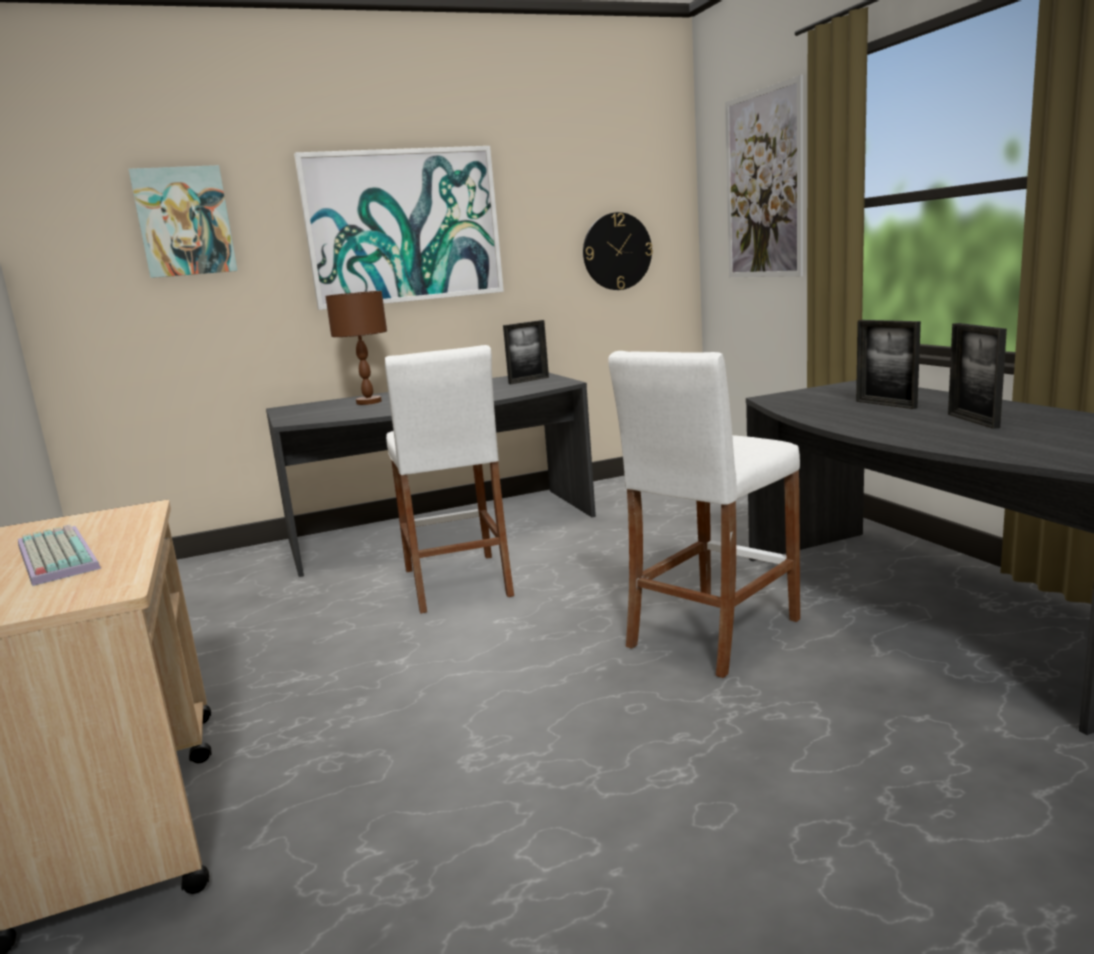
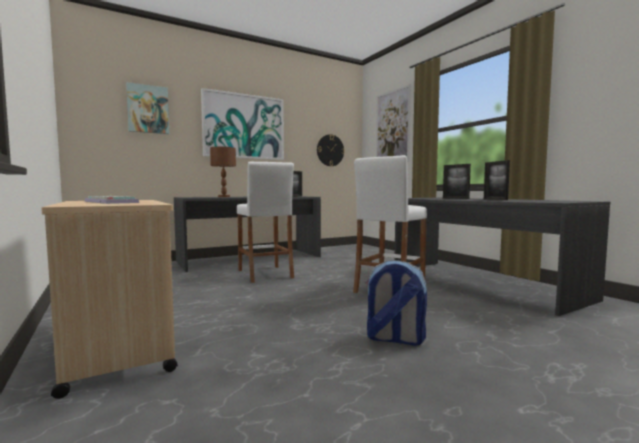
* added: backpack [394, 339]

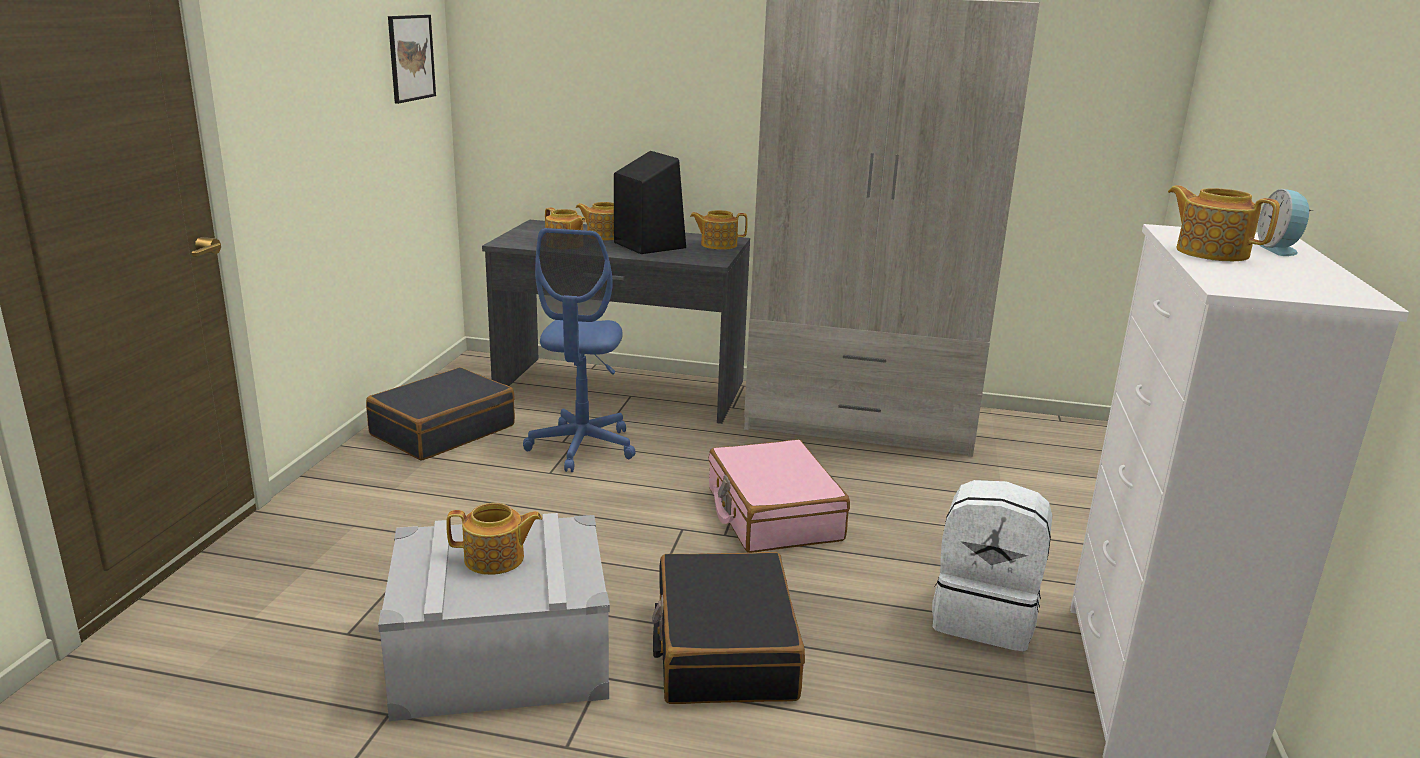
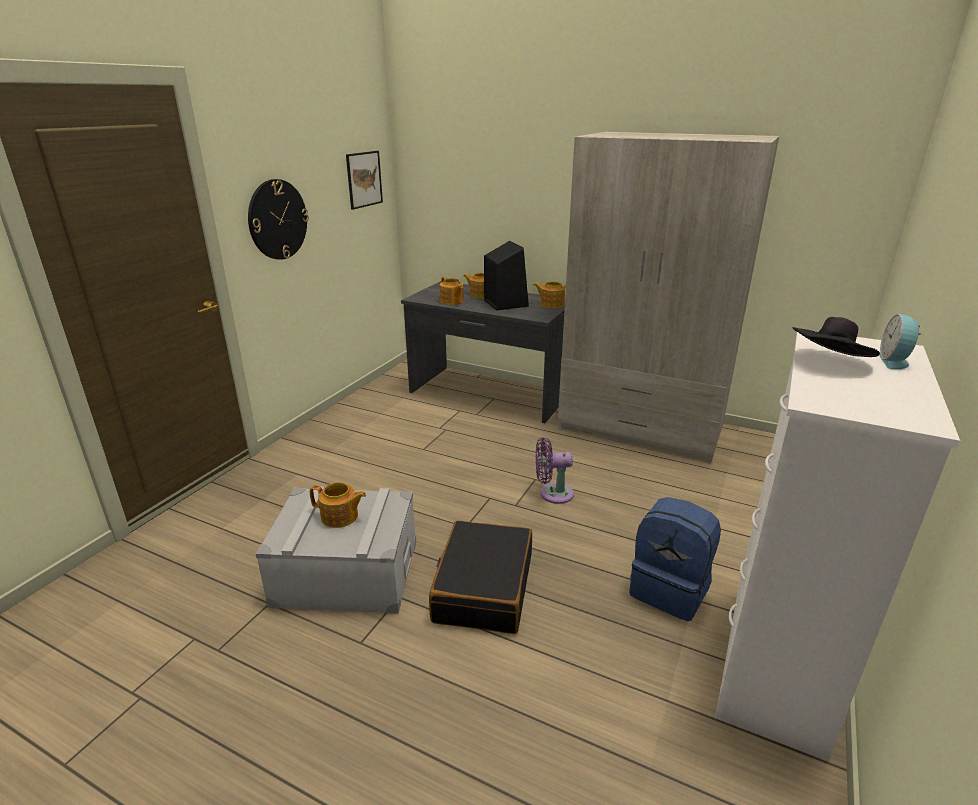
* added: wall clock [277, 220]
* replaced: suitcase (pink) [772, 514] to fan (purple) [552, 493]
* recoloured: backpack (white) [984, 617] to backpack (blue) [670, 590]
* replaced: teapot [1210, 252] to hat (black) [829, 362]
* removed: suitcase (black) [442, 430]
* removed: office chair (blue) [582, 447]

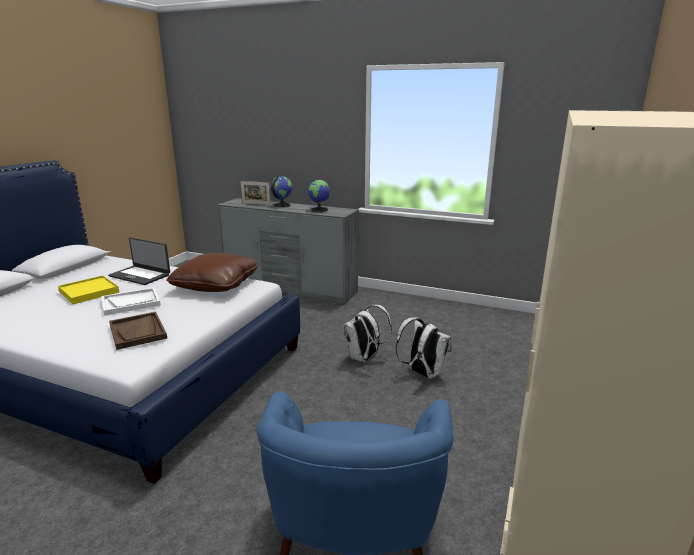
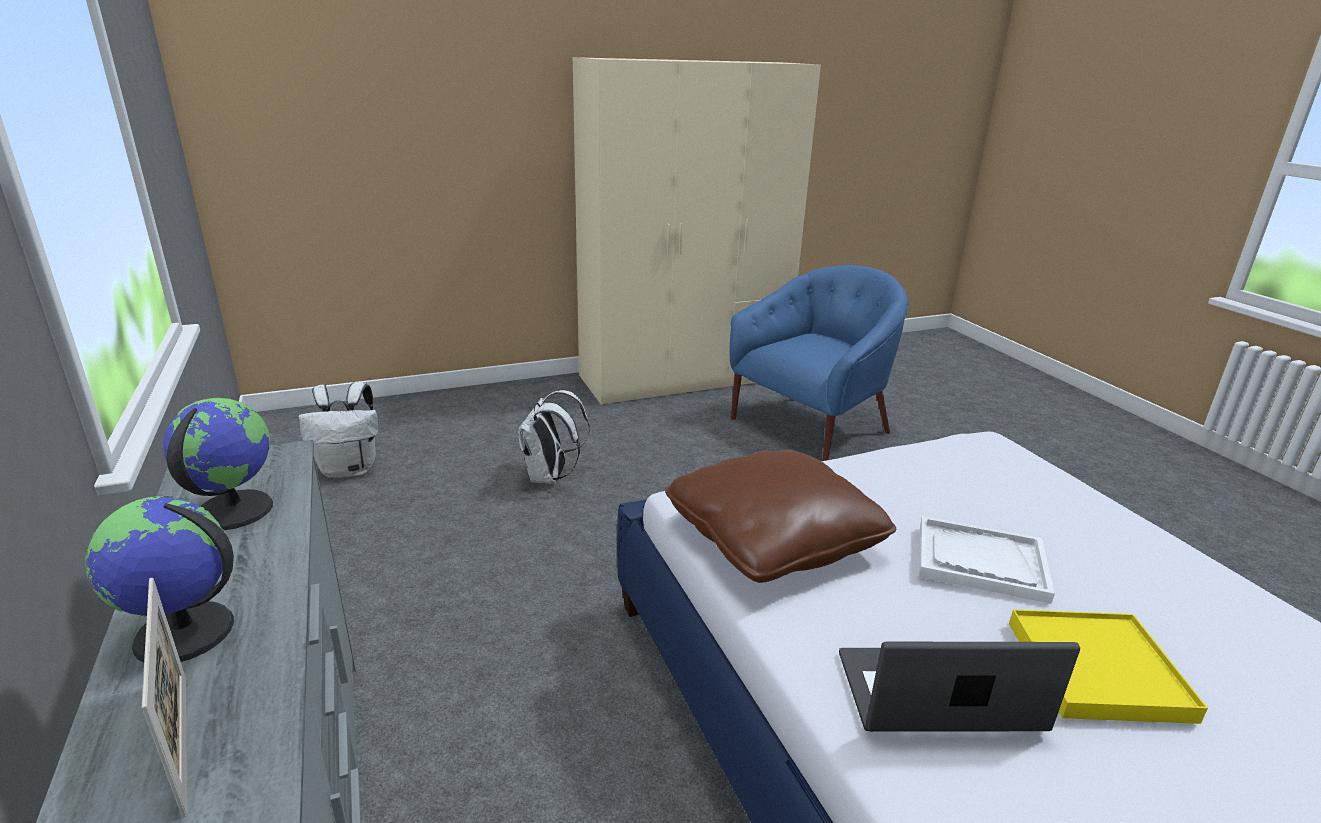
* moved: backpack (white) [364, 358] to [350, 469]
* turned: laptop [140, 275] = [938, 695] 75 degrees counterclockwise
* removed: tray (brown) [138, 332]

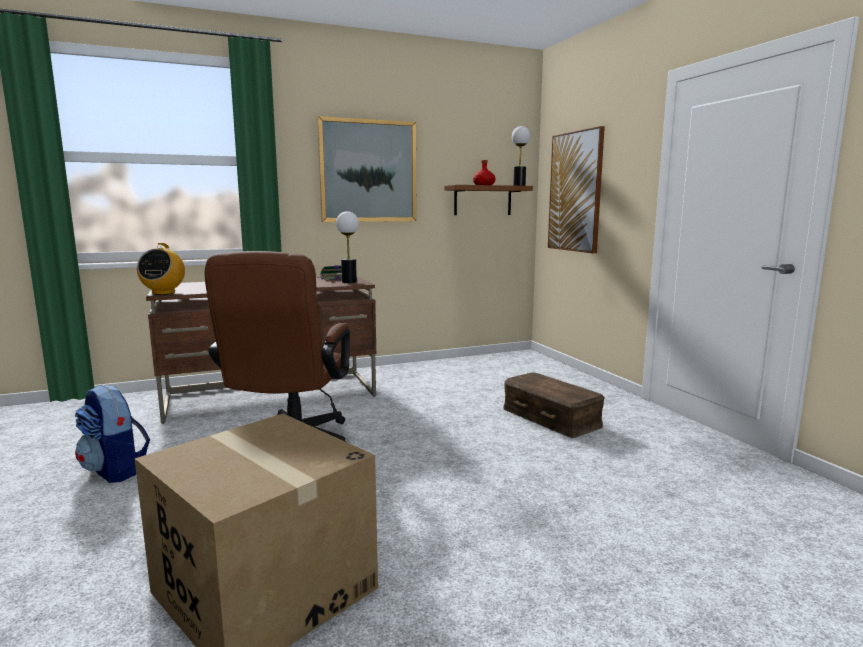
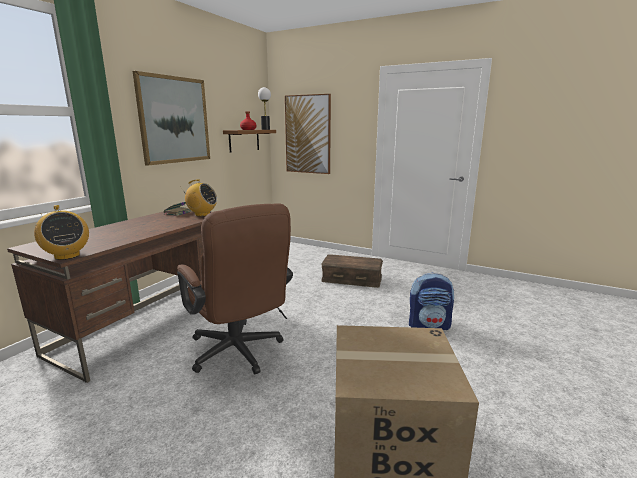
* replaced: table lamp [349, 282] to radio [202, 214]
* moved: backpack [115, 471] to [429, 325]

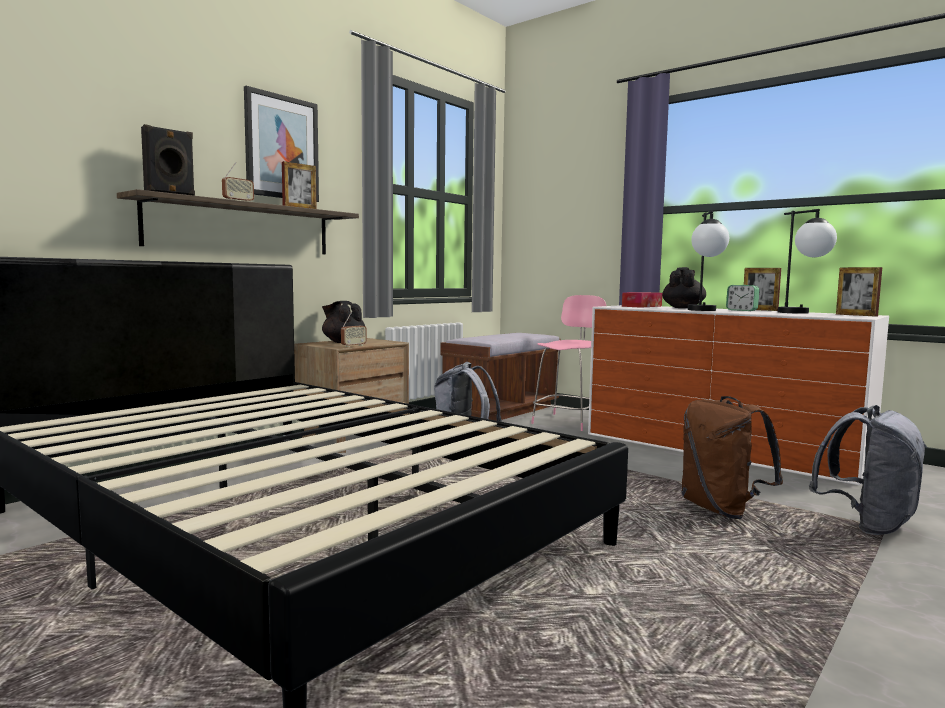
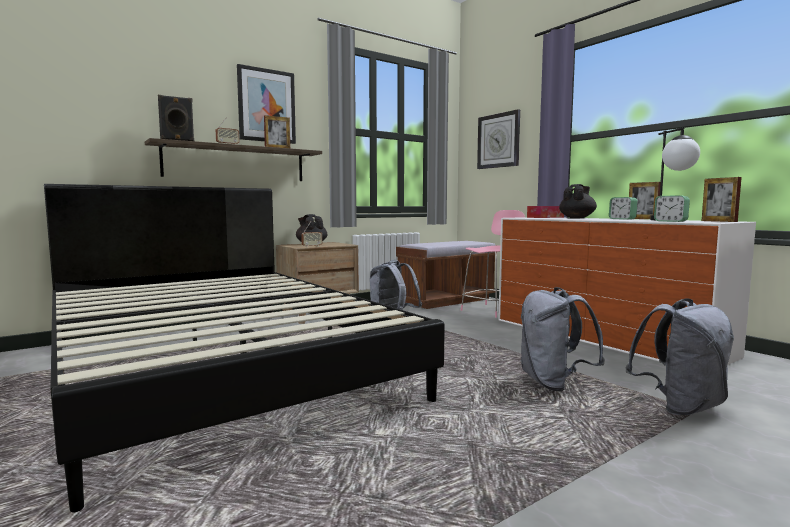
* added: wall clock [498, 140]
* recoloured: backpack (brown) [722, 510] to backpack (grey) [554, 383]
* added: alarm clock [670, 221]
* removed: table lamp [704, 310]

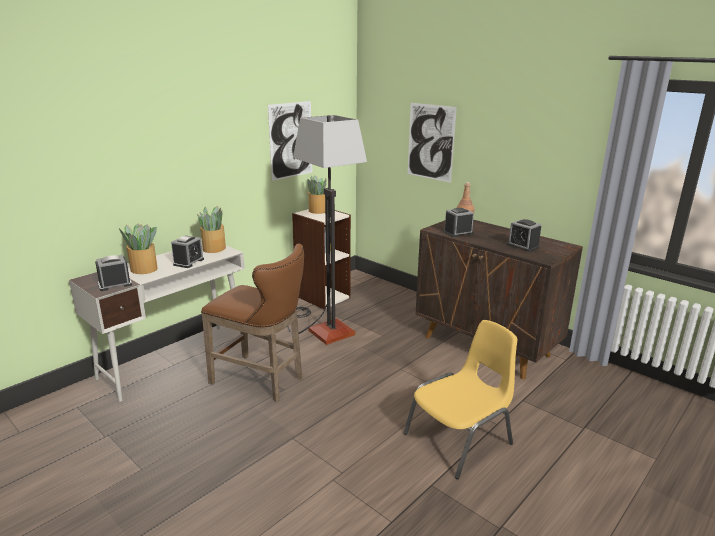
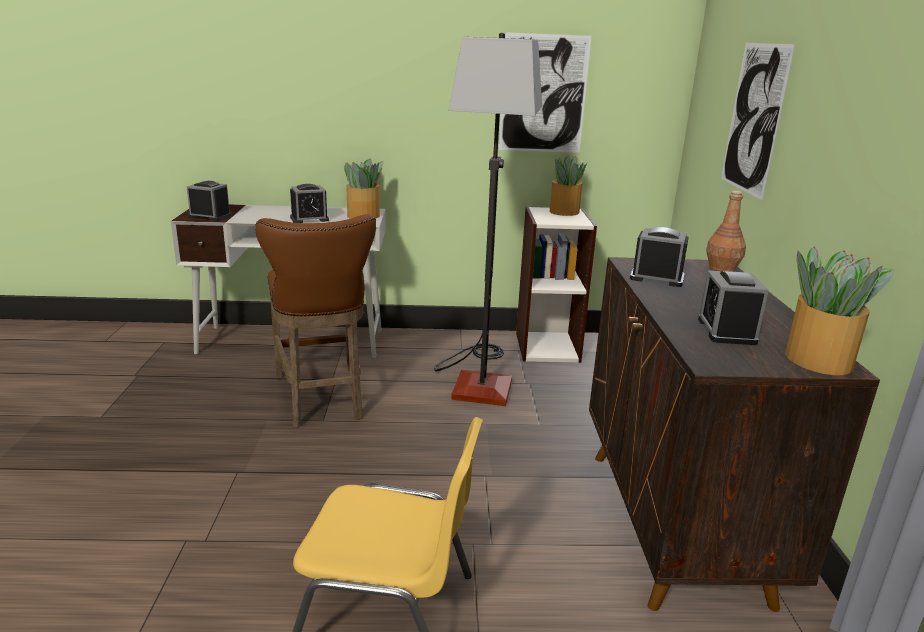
* moved: potted plant [143, 269] to [817, 359]

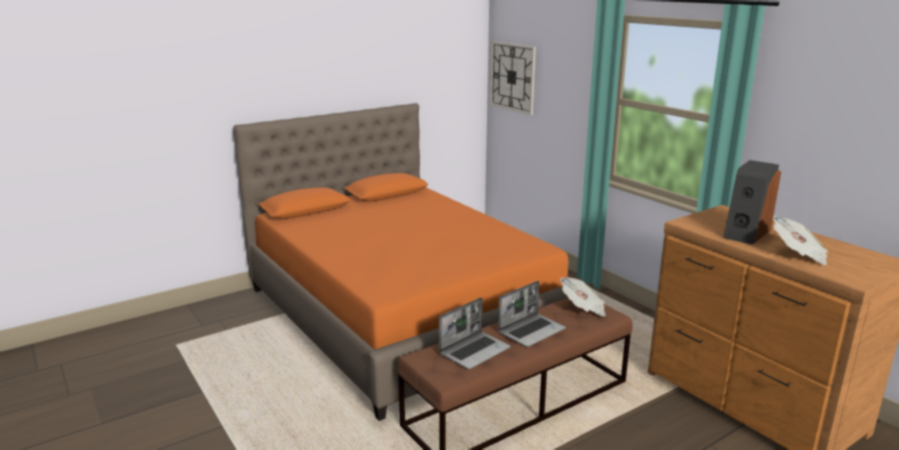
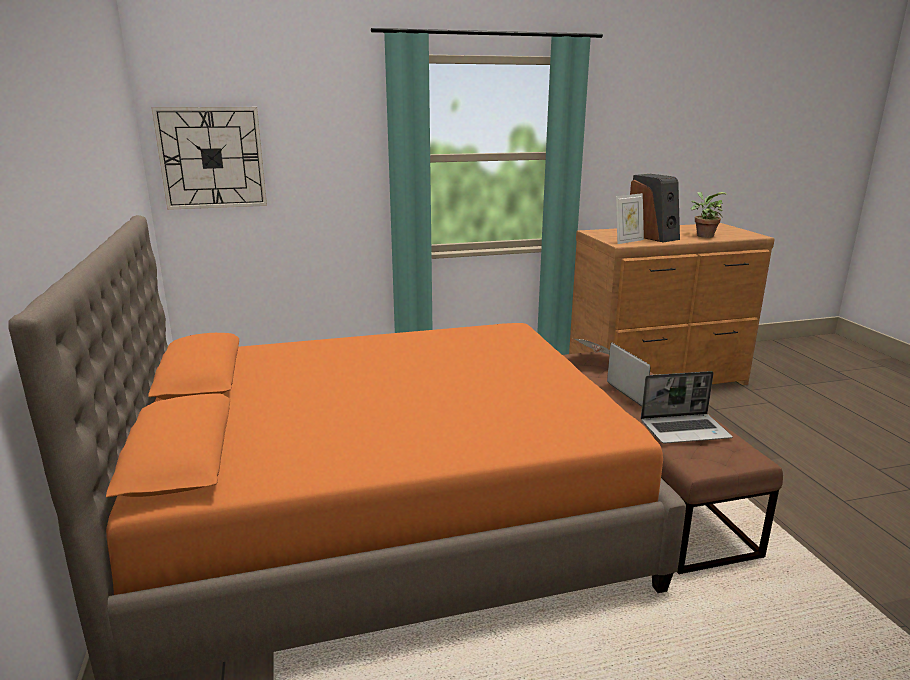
* added: picture frame [628, 241]
* turned: laptop [474, 351] = [685, 430] 105 degrees clockwise
* replaced: newspaper [798, 254] to potted plant [703, 235]

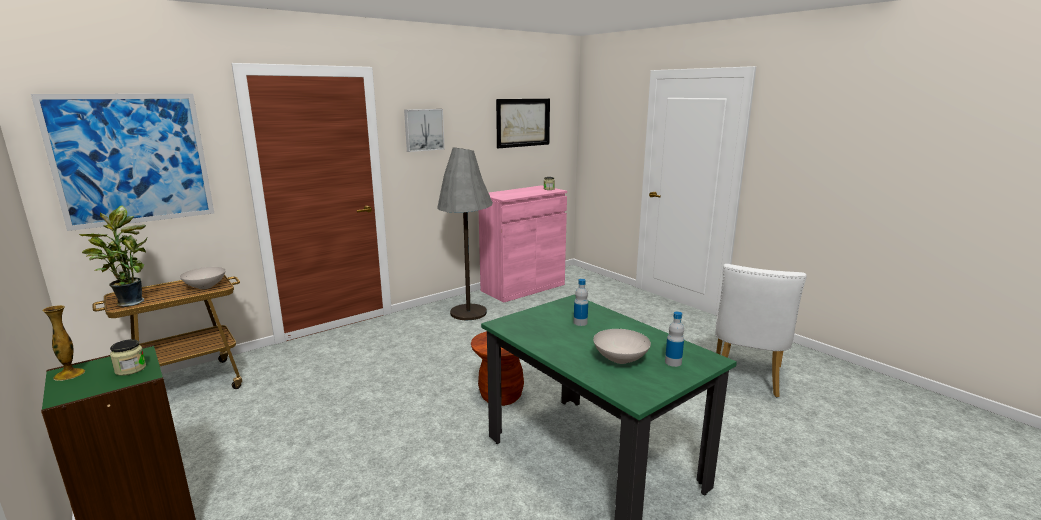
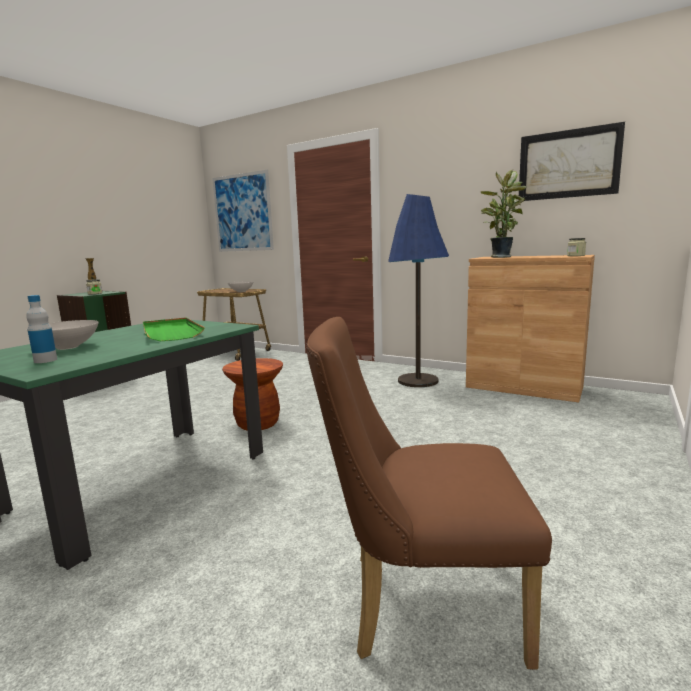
* replaced: bottle [580, 323] to tray (green) [170, 332]
* recoloured: chair (white) [746, 378] to chair (brown) [419, 603]
* recoloured: floor lamp (grey) [468, 312] to floor lamp (blue) [418, 381]
* recoloured: cabinet (pink) [523, 287] to cabinet (brown) [523, 387]
* moved: potted plant [129, 302] to [500, 257]
* removed: picture [423, 129]

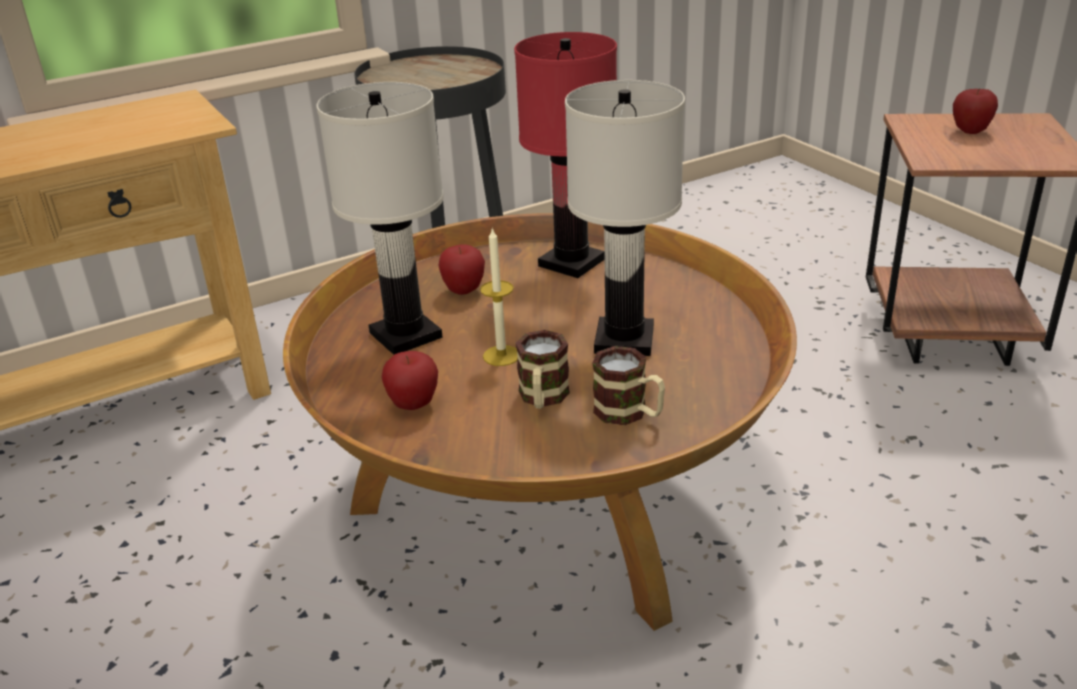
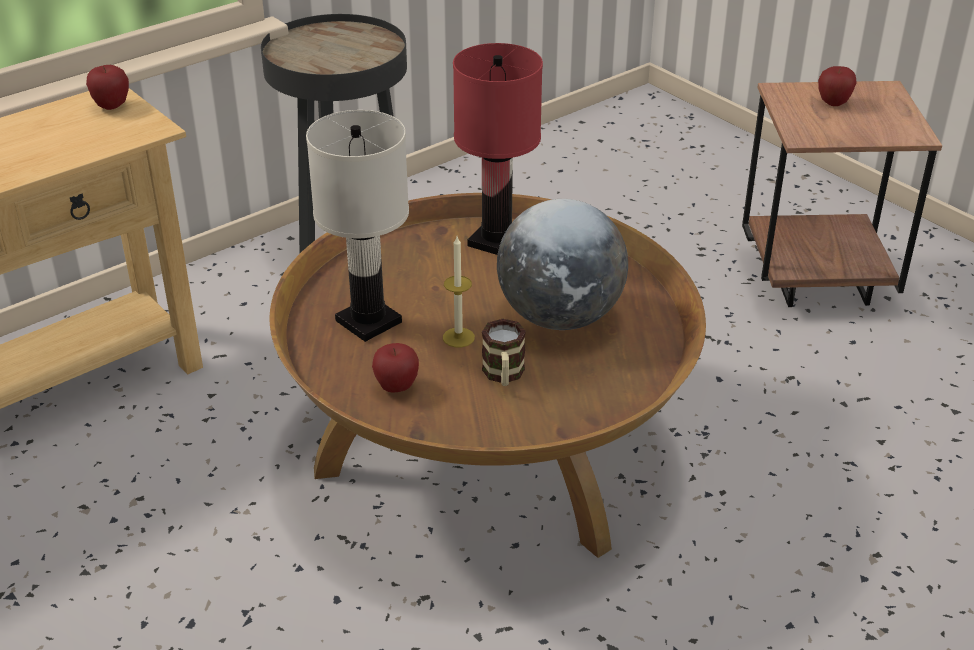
* moved: apple [464, 291] to [112, 106]
* replaced: table lamp (white) [625, 339] to globe [560, 317]
* removed: mug [629, 413]

